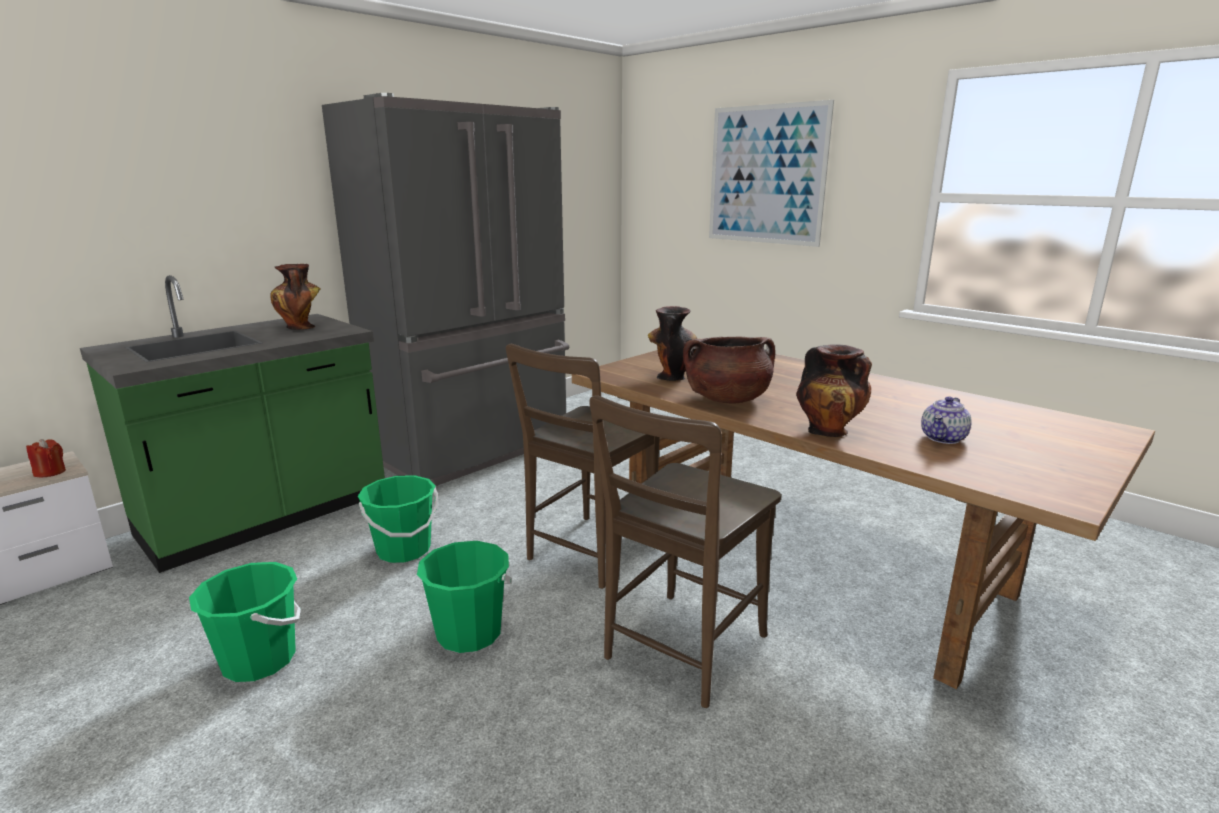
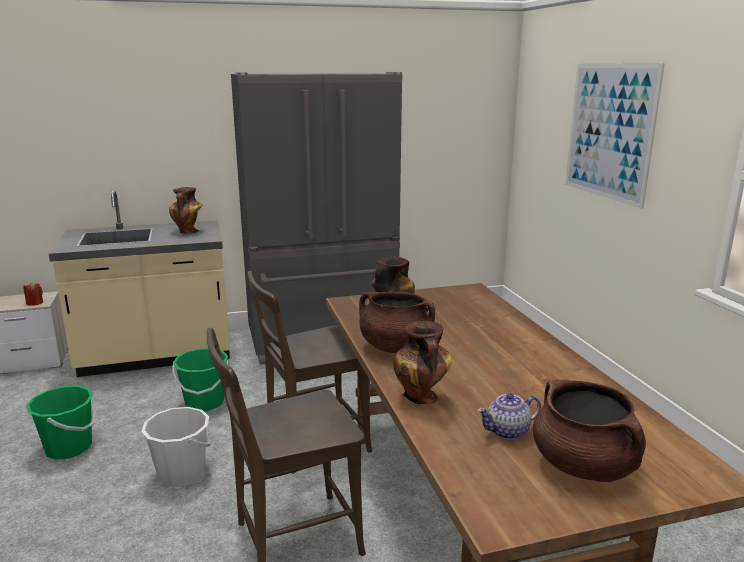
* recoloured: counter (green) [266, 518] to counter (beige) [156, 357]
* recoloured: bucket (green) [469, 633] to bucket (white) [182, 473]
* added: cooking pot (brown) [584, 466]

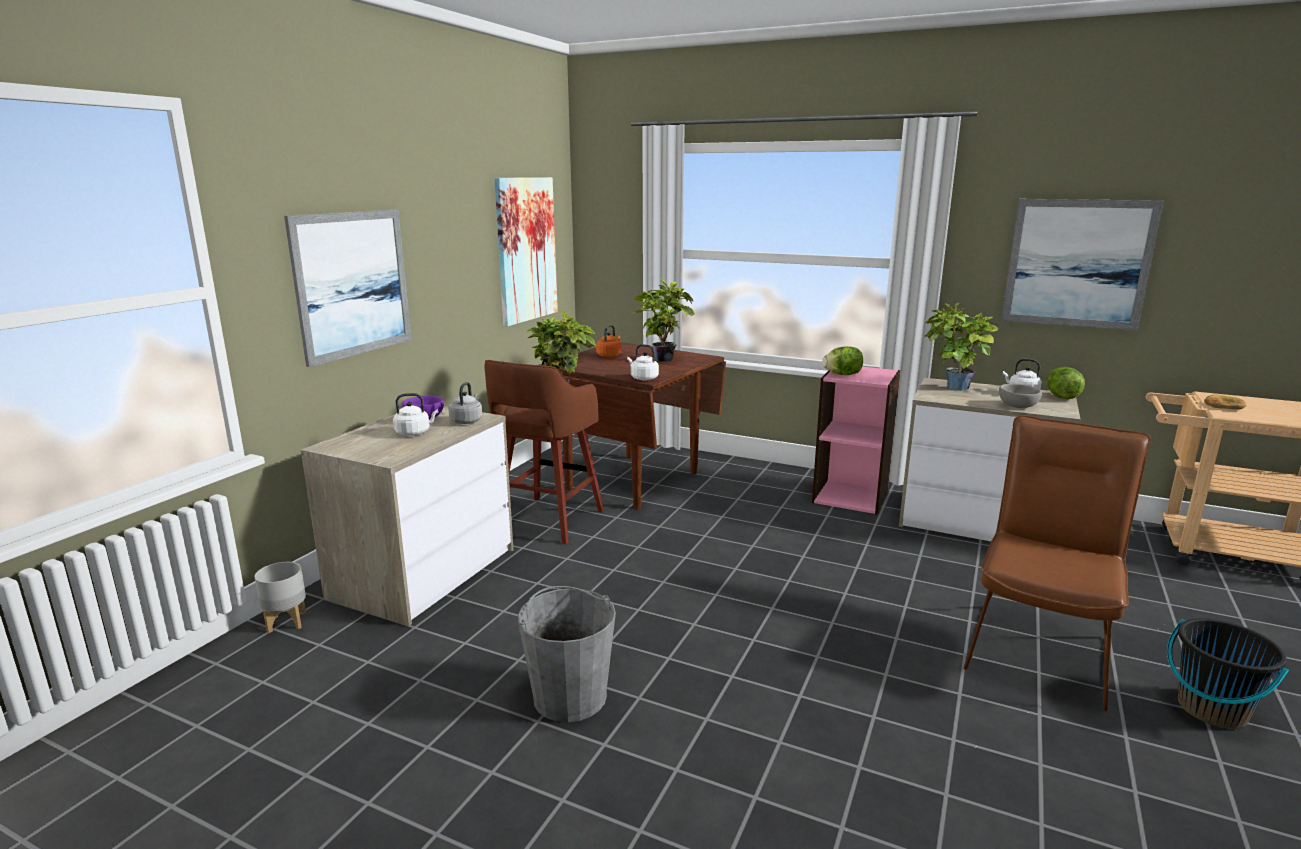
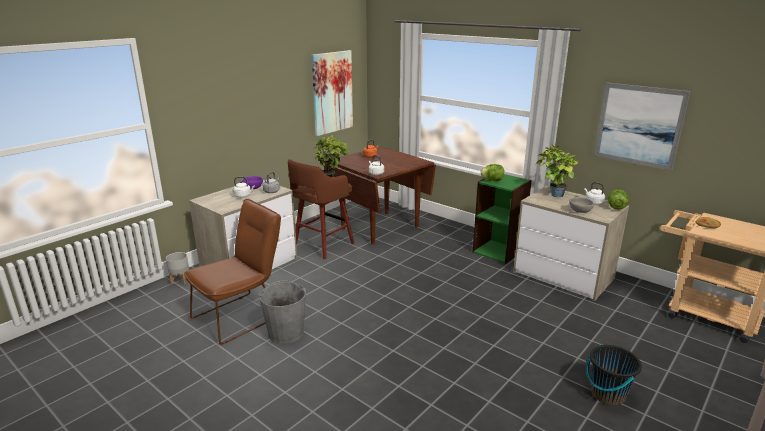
* moved: chair (brown) [1039, 647] to [242, 315]
* recoloured: bookcase (pink) [850, 496] to bookcase (green) [498, 251]
* removed: picture [353, 284]
* removed: potted plant [663, 359]

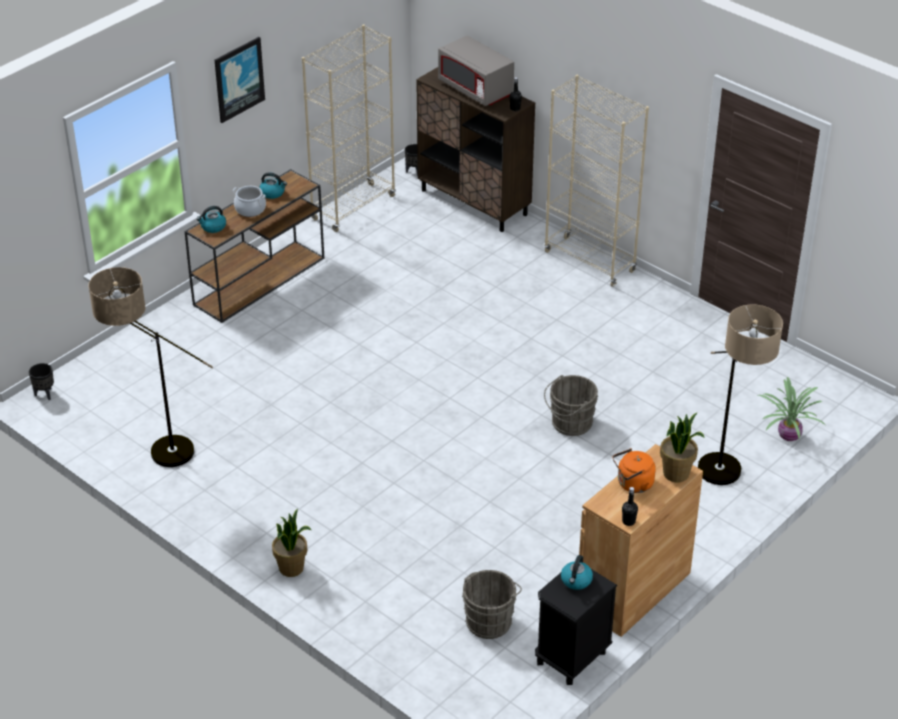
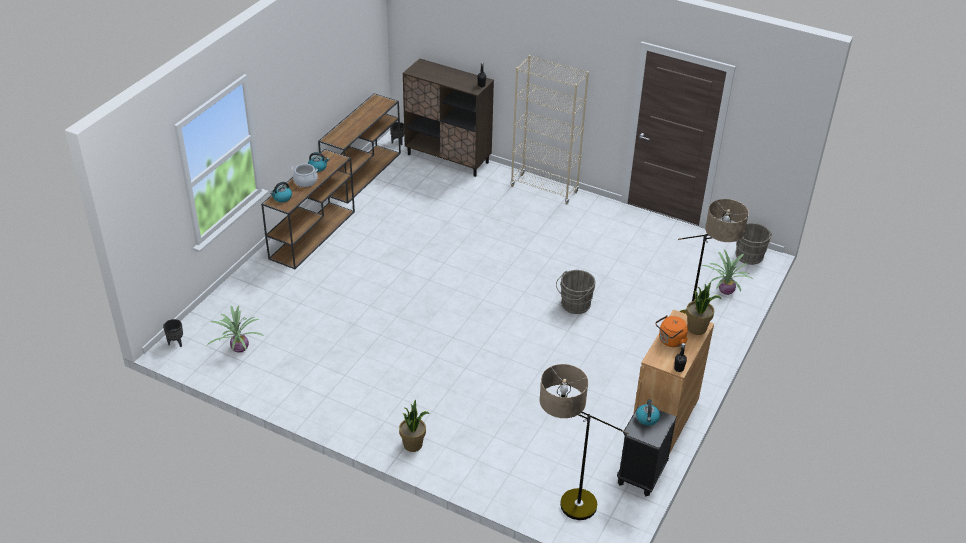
* added: potted plant [239, 348]
* replaced: bookcase (beige) [353, 207] to console table (brown) [363, 173]
* moved: floor lamp [155, 452] to [564, 508]
* moved: bucket (grey) [490, 620] to [749, 255]
* removed: picture [238, 79]
* removed: microwave (grey) [476, 89]

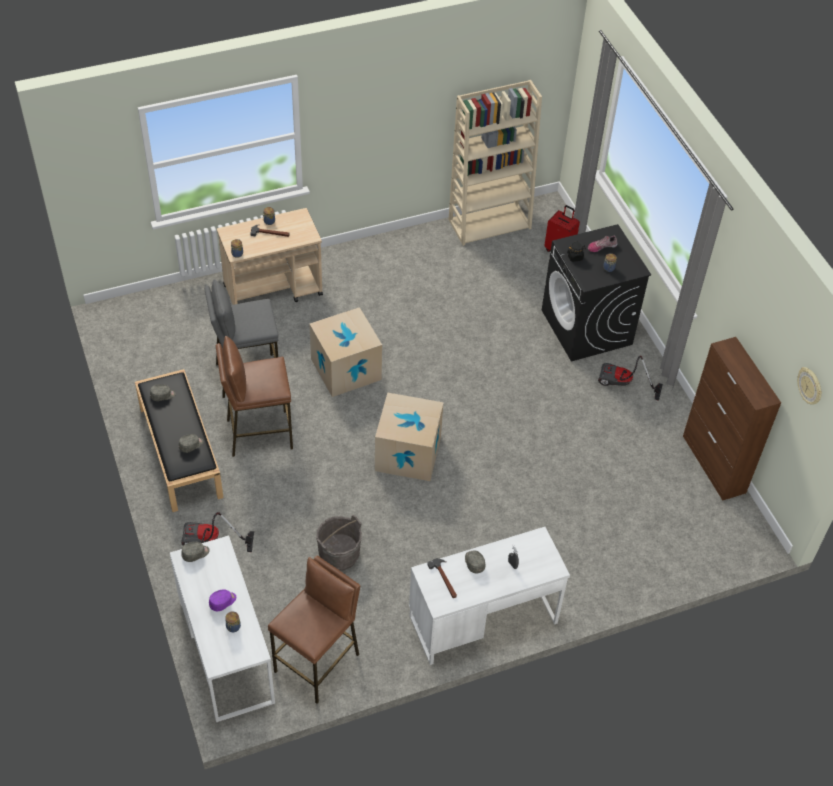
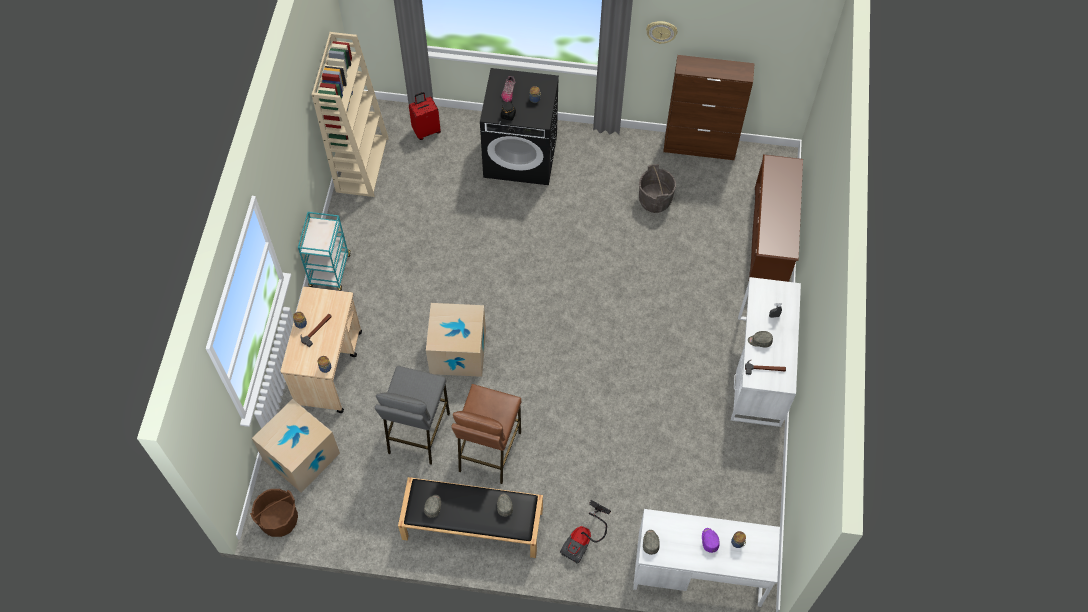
* added: bucket (brown) [279, 520]
* moved: cardboard box [408, 453] to [301, 456]
* added: cart (turquoise) [330, 271]
* moved: bucket (grey) [339, 555] to [655, 200]
* moved: wall clock [810, 386] to [661, 31]
* added: shoe rack (brown) [771, 235]
* removed: stool (brown) [318, 663]
* removed: vacuum cleaner [623, 385]

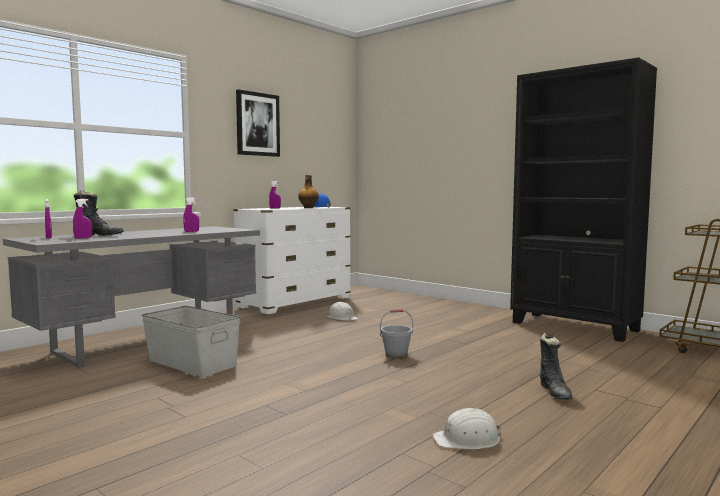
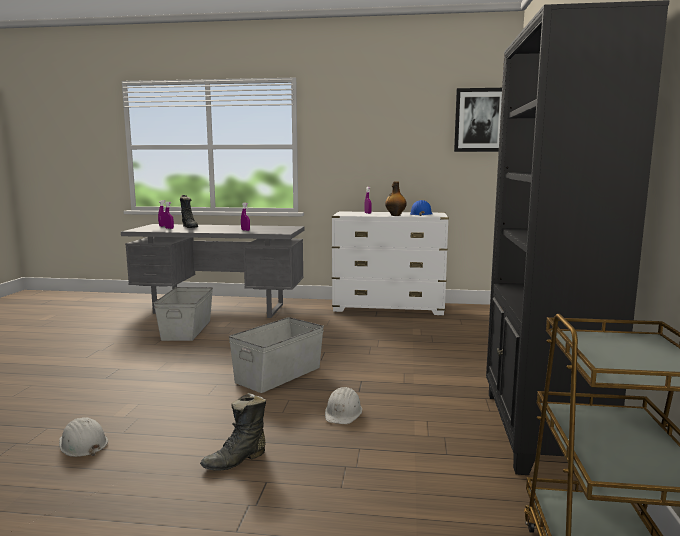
* replaced: bucket (grey) [396, 355] to storage box (grey) [277, 374]
* moved: hard hat (white) [342, 317] to [343, 412]
* moved: picture [257, 124] to [480, 120]

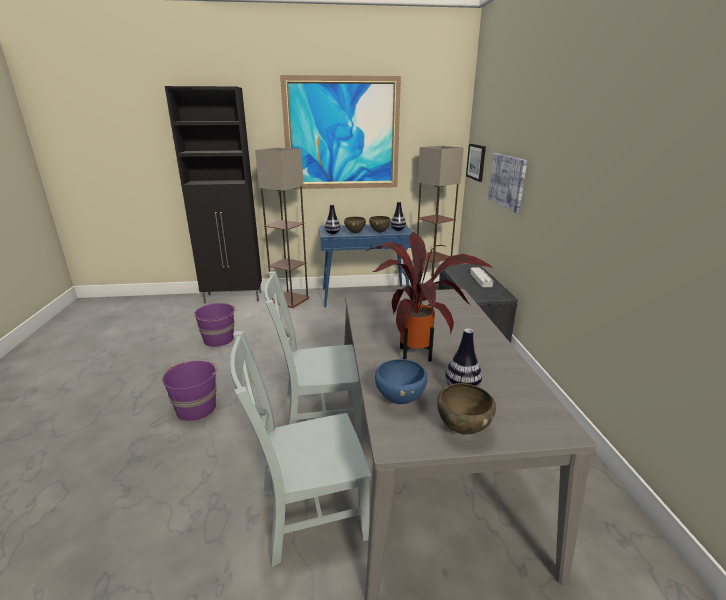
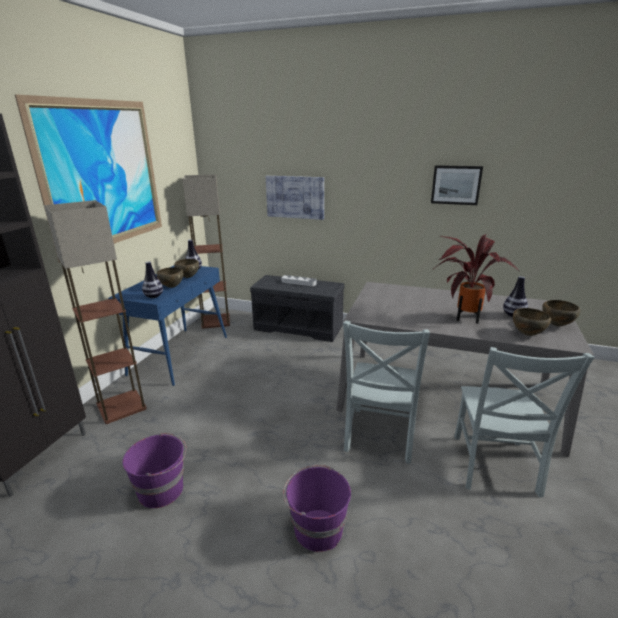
* moved: picture [476, 162] to [456, 185]
* recoloured: bowl (blue) [400, 400] to bowl (brown) [527, 334]

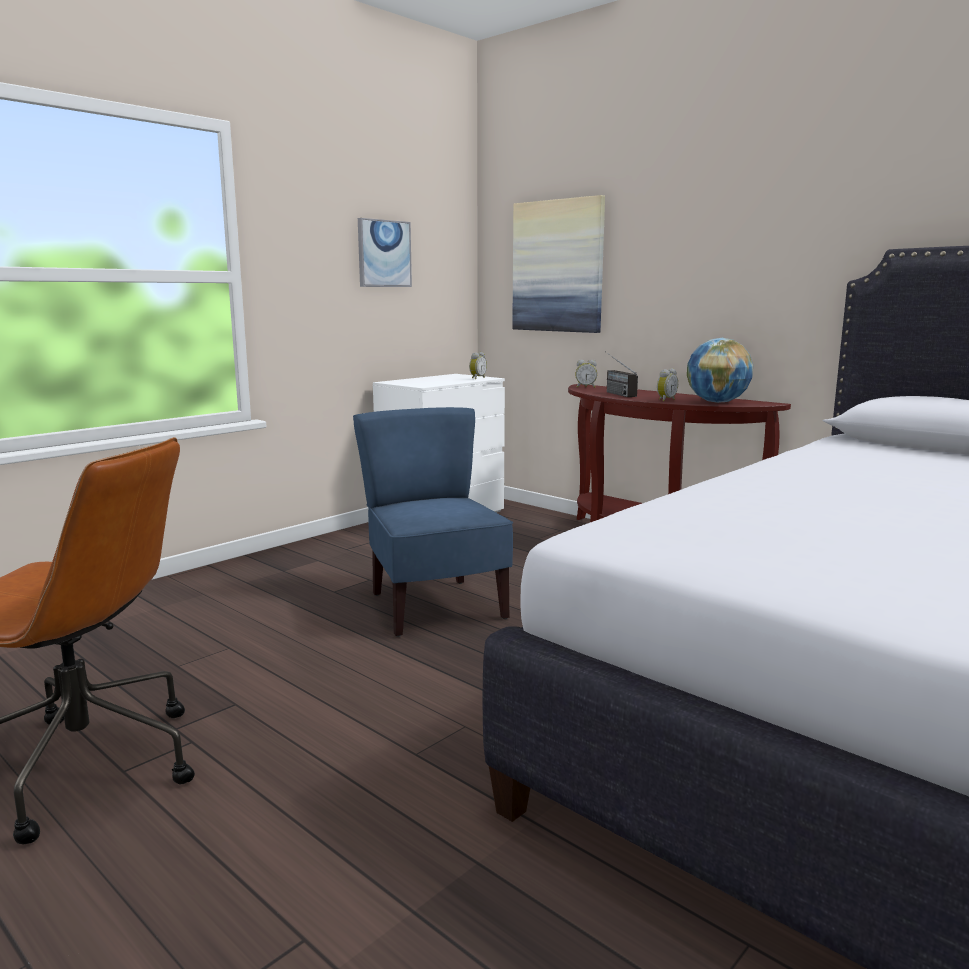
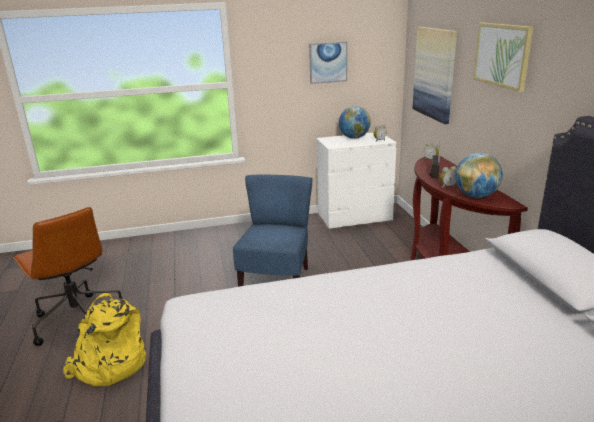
* added: backpack (yellow) [109, 365]
* added: globe [354, 138]
* added: picture [502, 55]

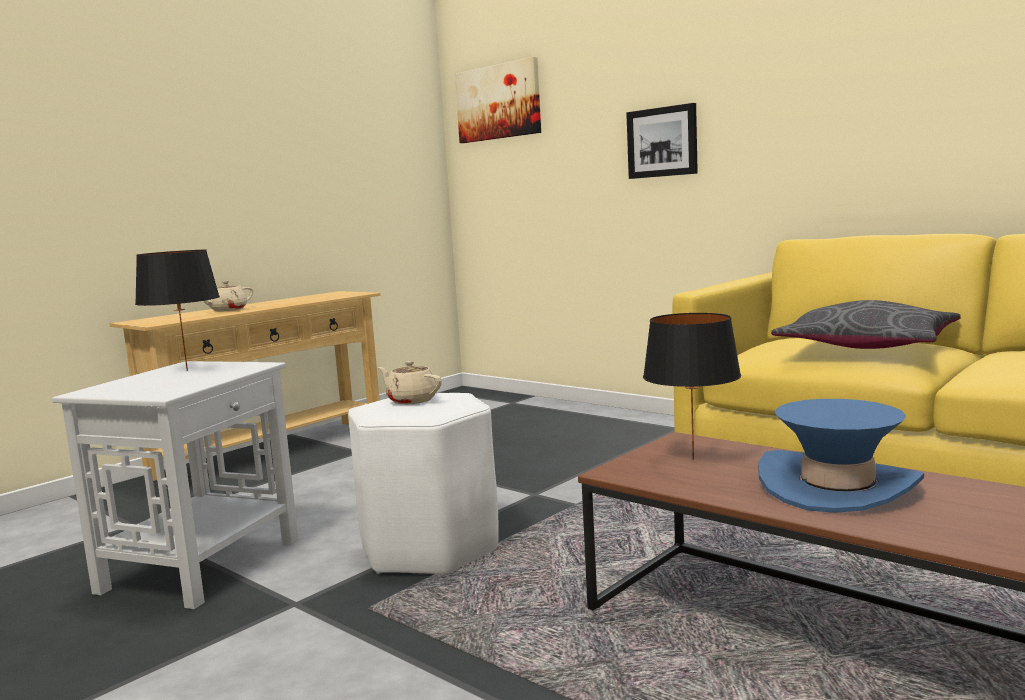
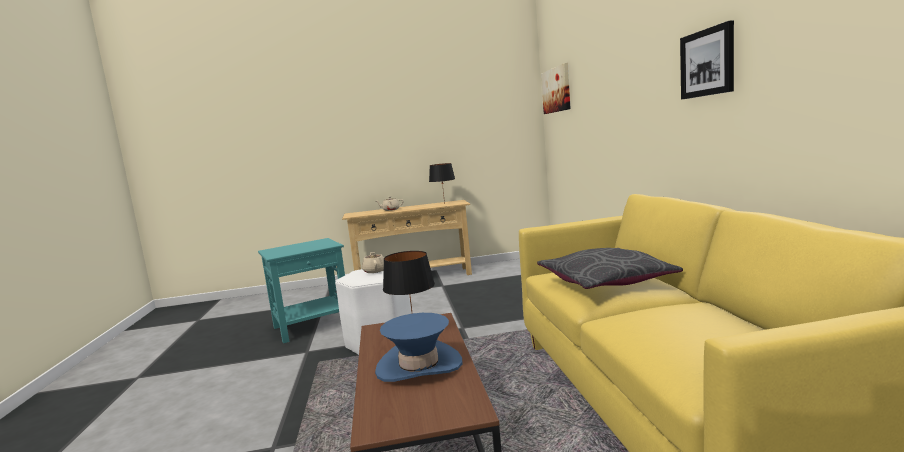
* recoloured: side table (white) [203, 564] to side table (turquoise) [313, 325]
* moved: table lamp (black) [187, 370] to [444, 203]
* moved: picture [662, 142] to [707, 63]

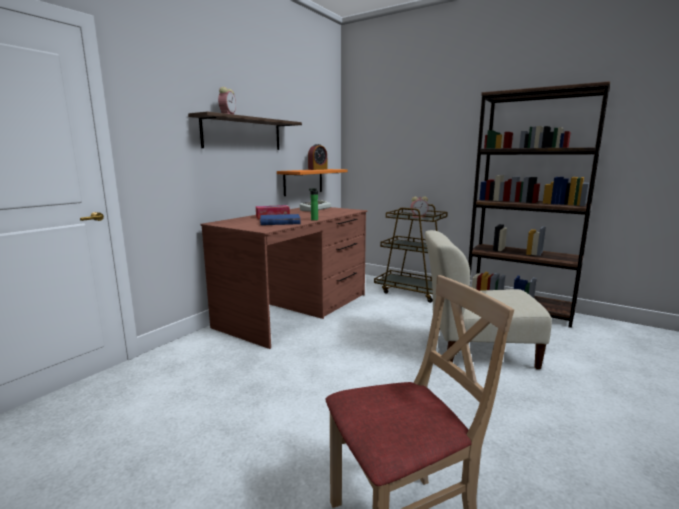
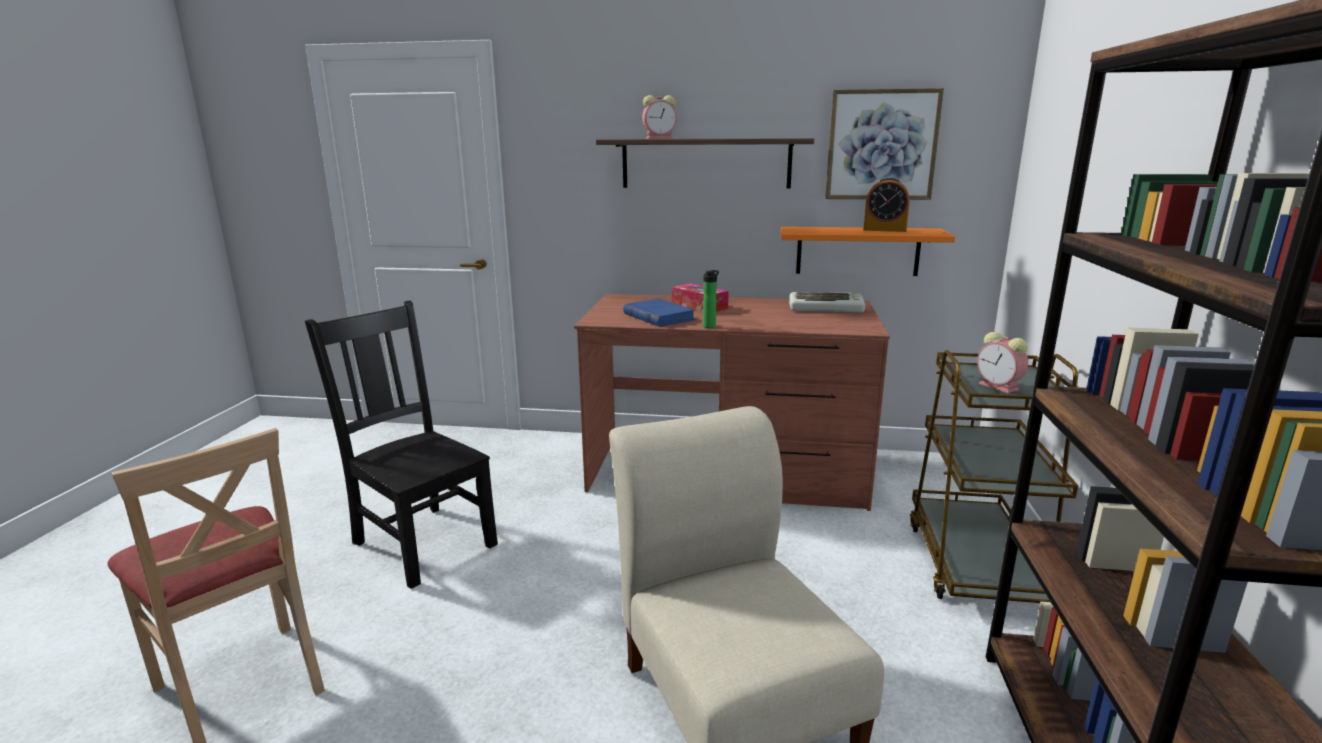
* added: chair (black) [422, 541]
* added: picture [881, 145]

